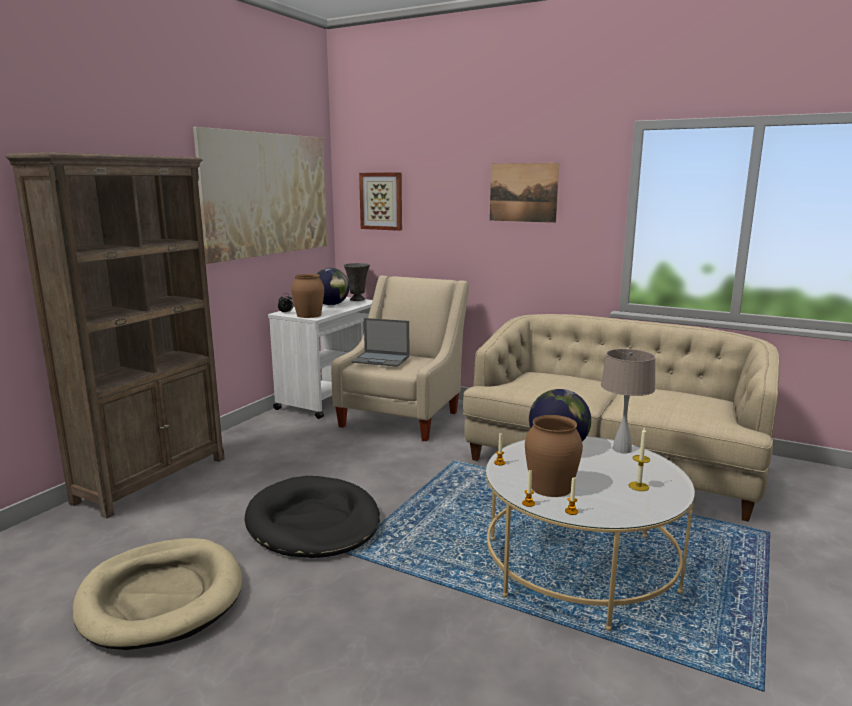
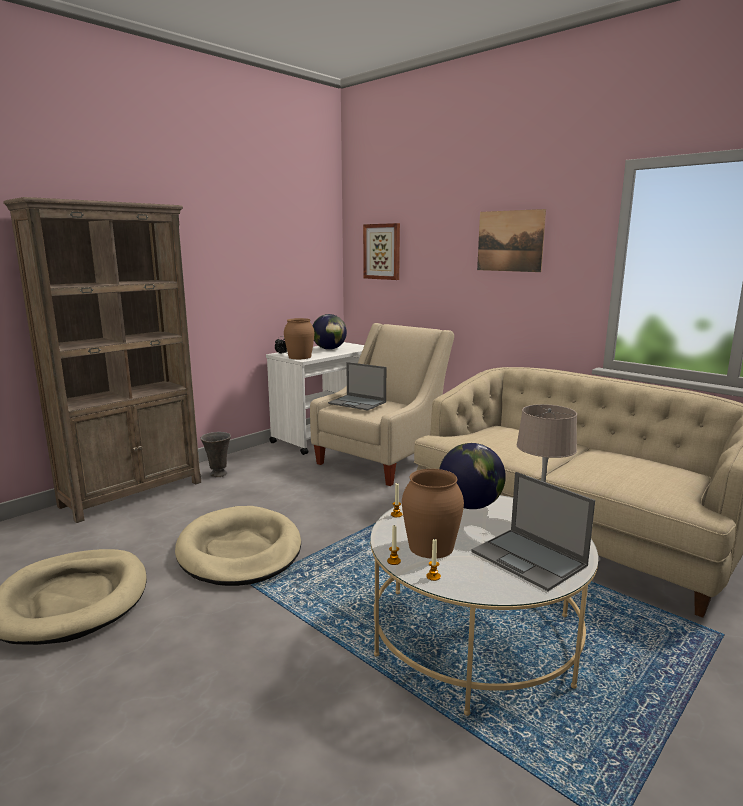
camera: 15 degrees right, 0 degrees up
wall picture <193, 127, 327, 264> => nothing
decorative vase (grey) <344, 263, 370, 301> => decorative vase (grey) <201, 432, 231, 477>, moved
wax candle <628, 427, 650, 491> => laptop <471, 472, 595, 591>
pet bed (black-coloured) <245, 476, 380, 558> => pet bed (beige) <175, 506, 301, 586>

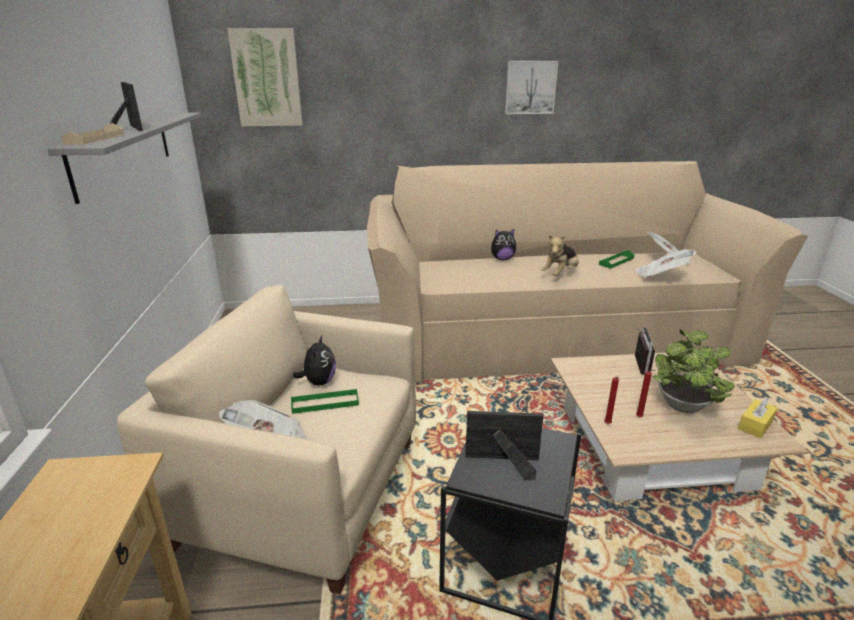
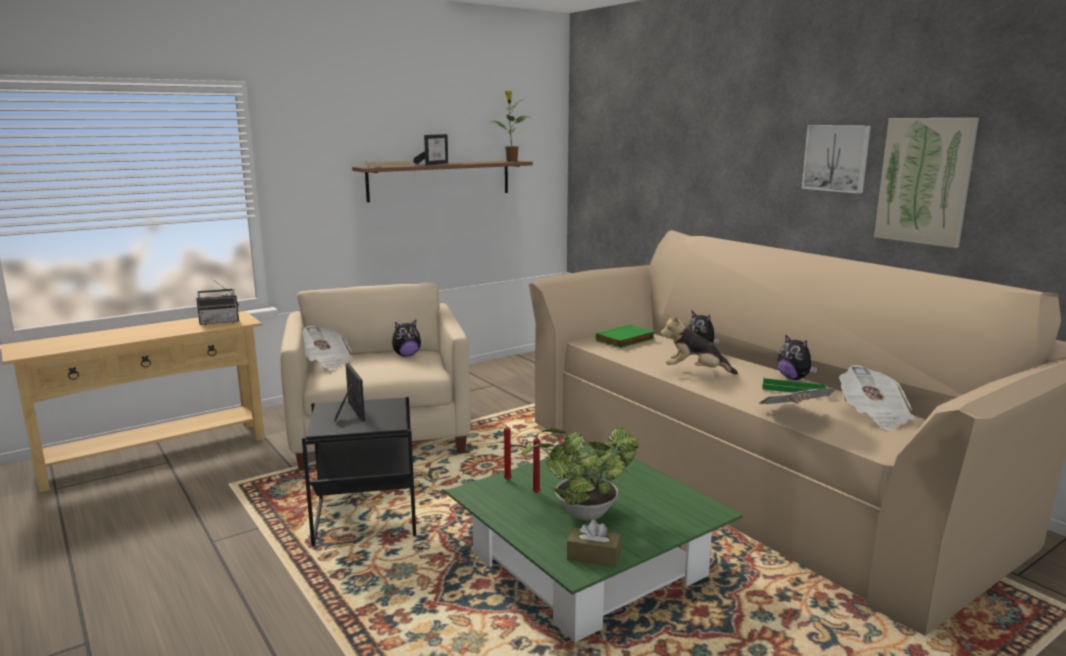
camera: 60 degrees right, 10 degrees down
carrying tray (green) <291, 389, 359, 414> => nothing
nothing => plant in a pot <491, 91, 530, 162>
nothing => volume (green) <596, 324, 655, 348>
nothing => cuddly toy <777, 334, 818, 380>
wall picture <227, 28, 303, 126> => wall picture <874, 118, 979, 248>, moved
radio set <635, 327, 655, 375> => radio set <196, 278, 239, 325>, moved
shelf (grey) <47, 112, 201, 204> => shelf (brown-coloured) <352, 161, 533, 202>
low table (beige) <551, 352, 809, 501> => low table (green) <446, 441, 743, 642>
tissue box (yellowish) <738, 397, 778, 438> => tissue box (brown-coloured) <567, 519, 621, 567>

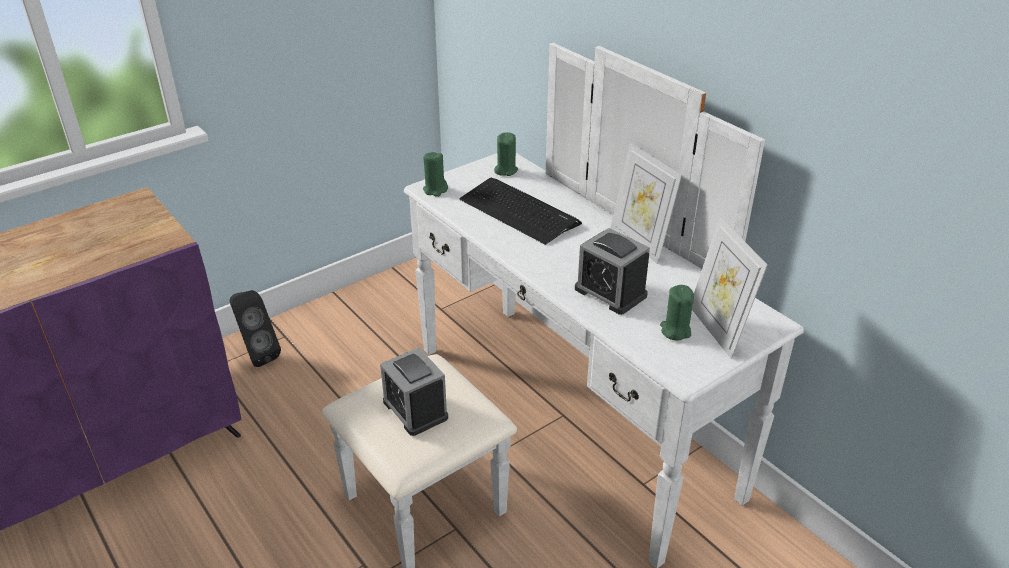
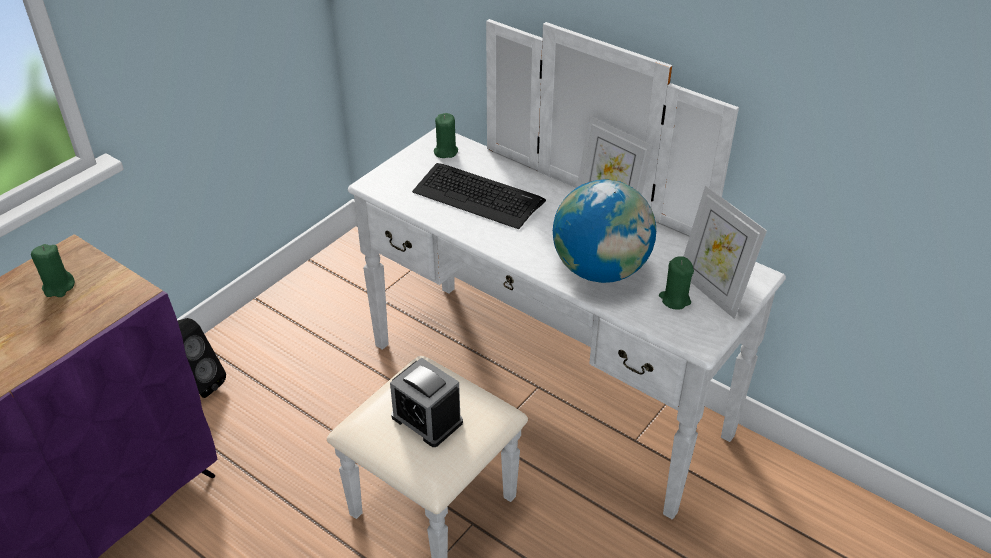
camera: 15 degrees left, 5 degrees up
wax candle (green) <423, 152, 448, 197> => wax candle (green) <31, 244, 75, 297>, moved
bedside clock <575, 228, 650, 315> => globe <553, 179, 656, 283>

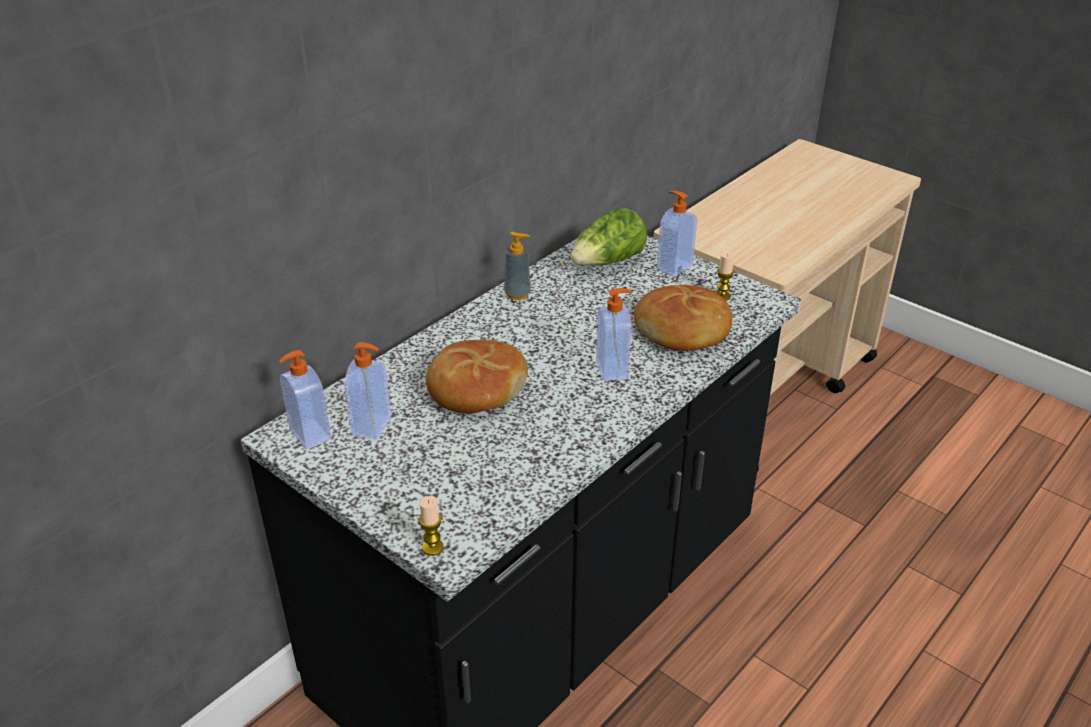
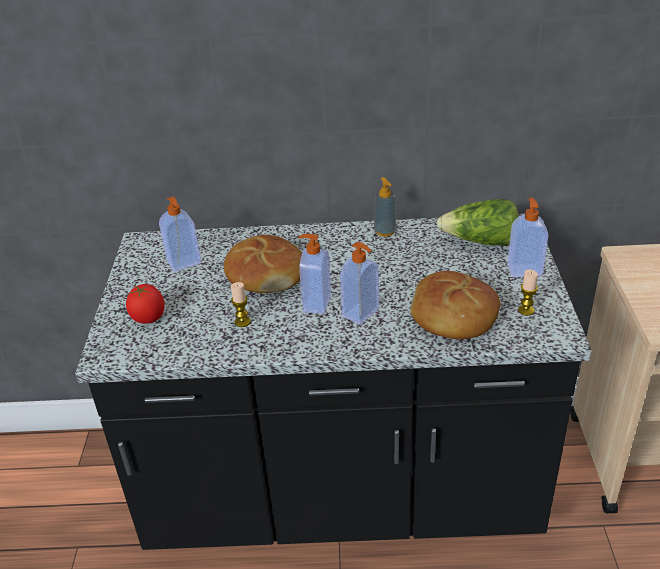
camera: 50 degrees right, 0 degrees up
nothing => tomato <126, 284, 165, 324>
soap dispenser <279, 350, 331, 450> => soap dispenser <298, 234, 331, 314>, moved
wax candle <419, 496, 444, 556> => wax candle <231, 282, 251, 327>, moved

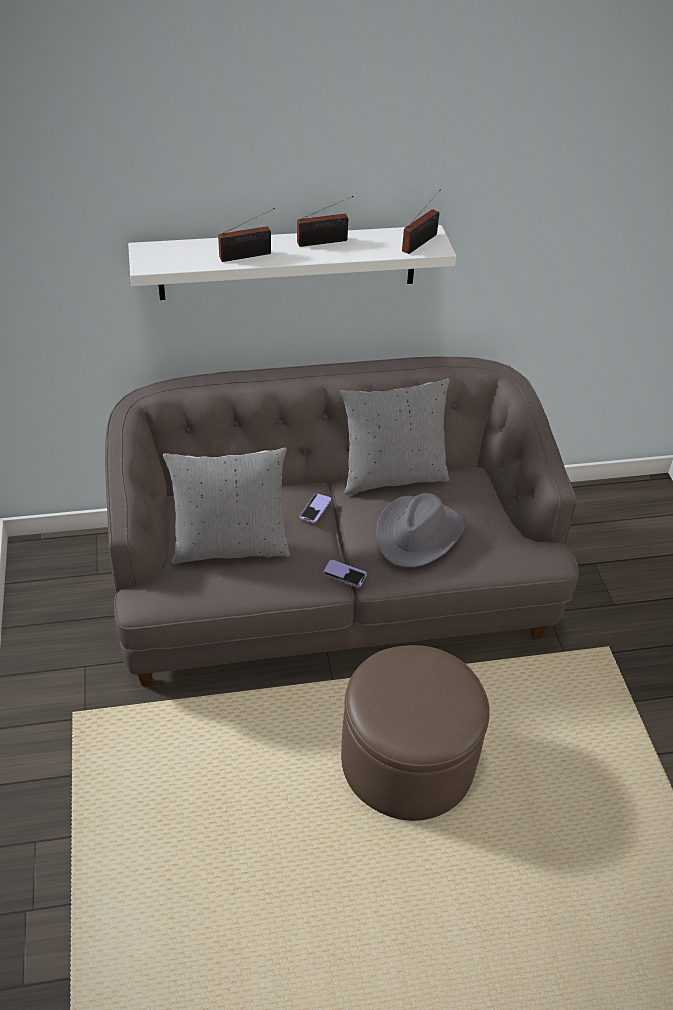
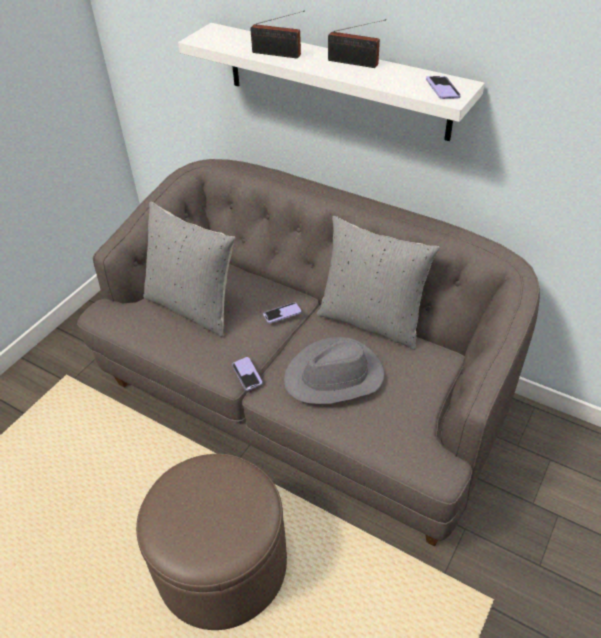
camera: 45 degrees right, 0 degrees up
radio set <402, 190, 440, 254> => phone <426, 76, 461, 99>

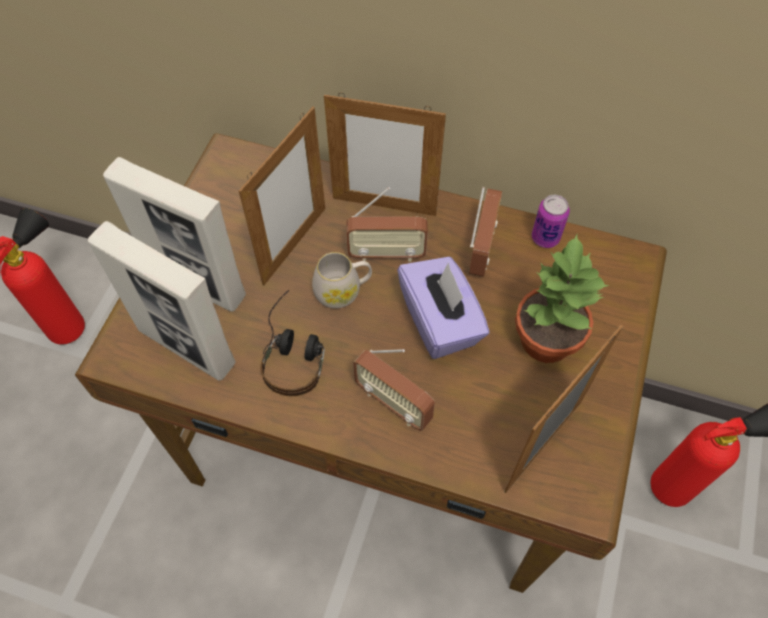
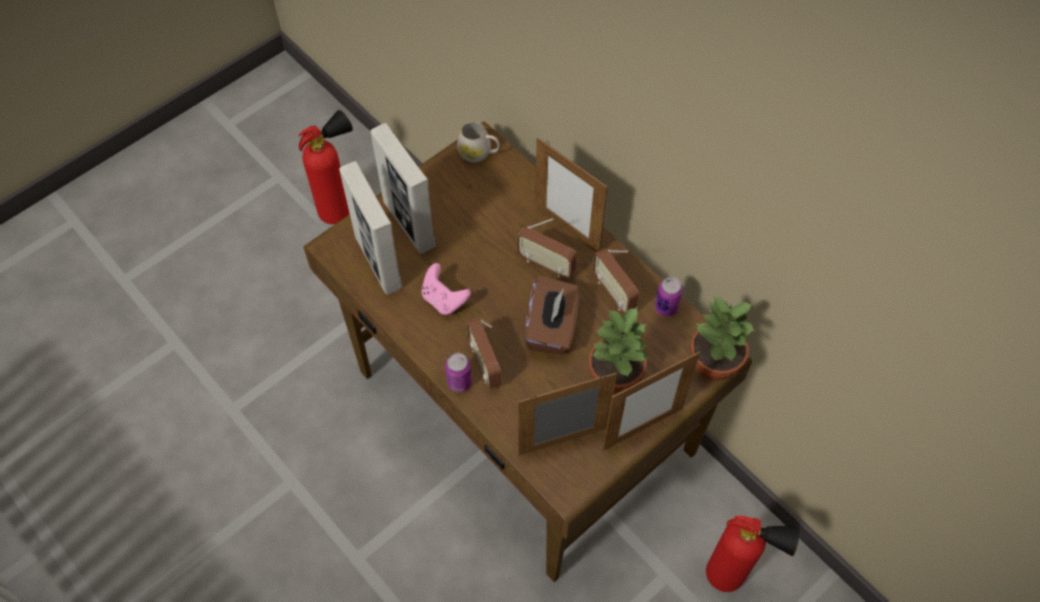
camera: 30 degrees right, 0 degrees up
nothing => can <445, 353, 472, 392>
nothing => plant in a pot <690, 295, 756, 381>
picture frame <239, 107, 325, 285> => picture frame <603, 351, 700, 450>, moved
mug (whitish) <312, 252, 372, 308> => mug (whitish) <457, 121, 500, 163>, moved
headset <260, 290, 325, 396> => joypad (pink-coloured) <422, 263, 471, 315>
tissue box (purplish) <397, 257, 489, 359> => tissue box (brown-coloured) <524, 275, 579, 355>
radio set <469, 187, 502, 277> => radio set <593, 249, 639, 314>, 105 degrees clockwise

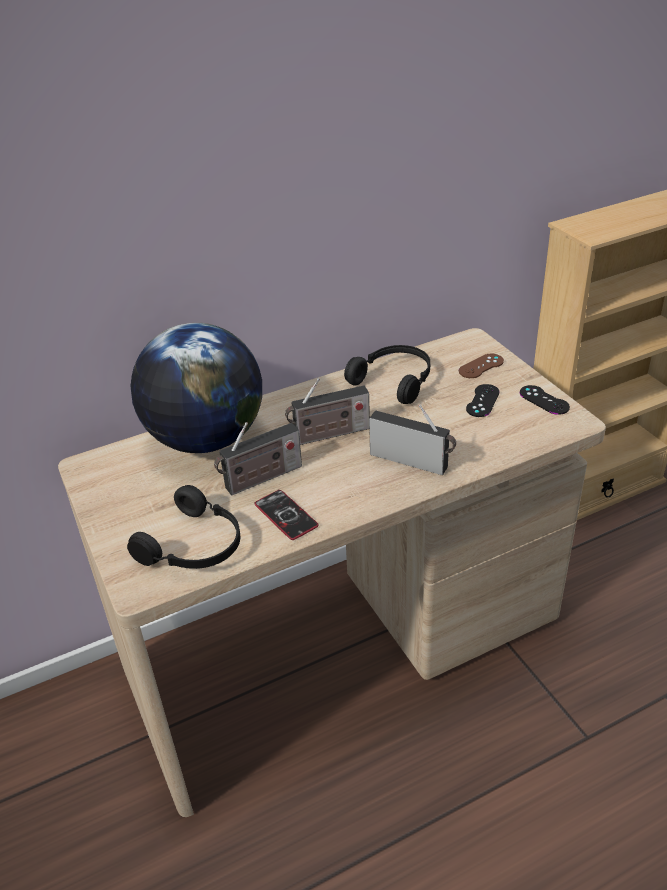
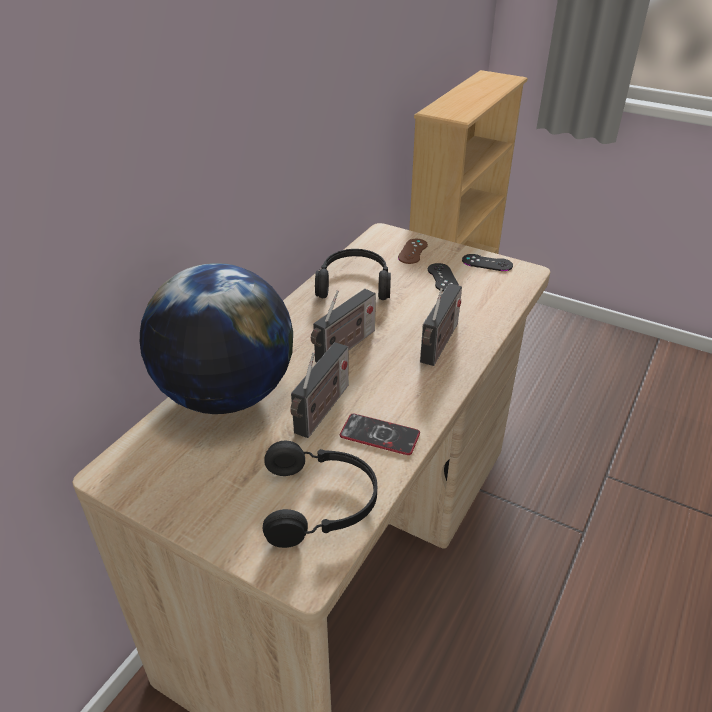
camera: 35 degrees left, 0 degrees up
radio set <369, 404, 456, 475> => radio set <420, 283, 462, 366>, 120 degrees clockwise

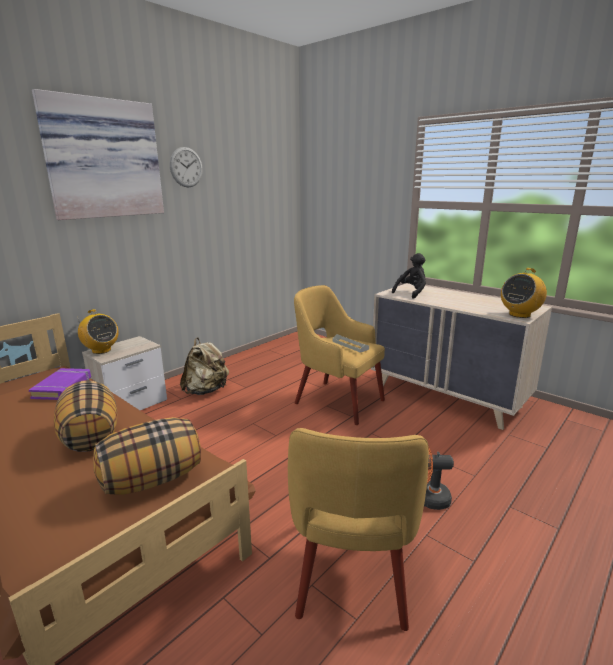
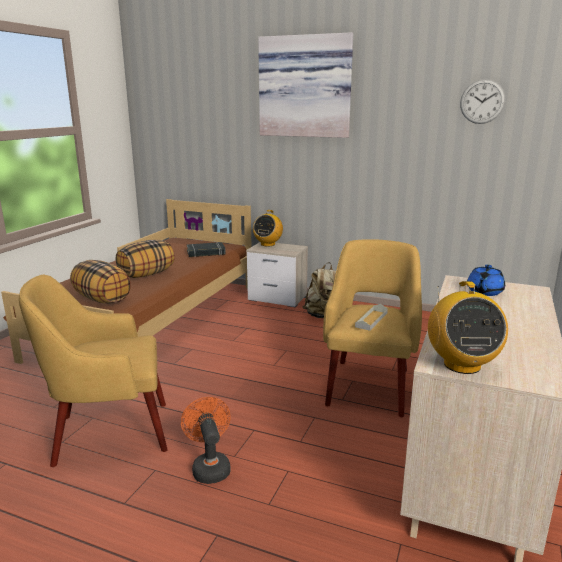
camera: 70 degrees right, 0 degrees up
clock on the wall <170, 147, 203, 187> => clock on the wall <460, 79, 505, 124>, moved
cuddly toy (black-coloured) <392, 253, 426, 299> => pot for tea (blue-coloured) <467, 265, 505, 296>
volume (purplish) <29, 368, 91, 400> => volume (black-coloured) <187, 242, 226, 257>
radio set <501, 268, 547, 318> => radio set <428, 281, 508, 374>, 120 degrees counterclockwise

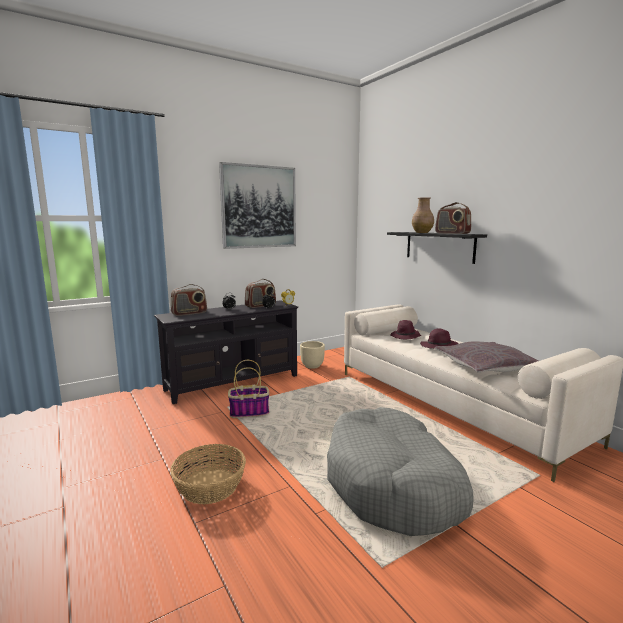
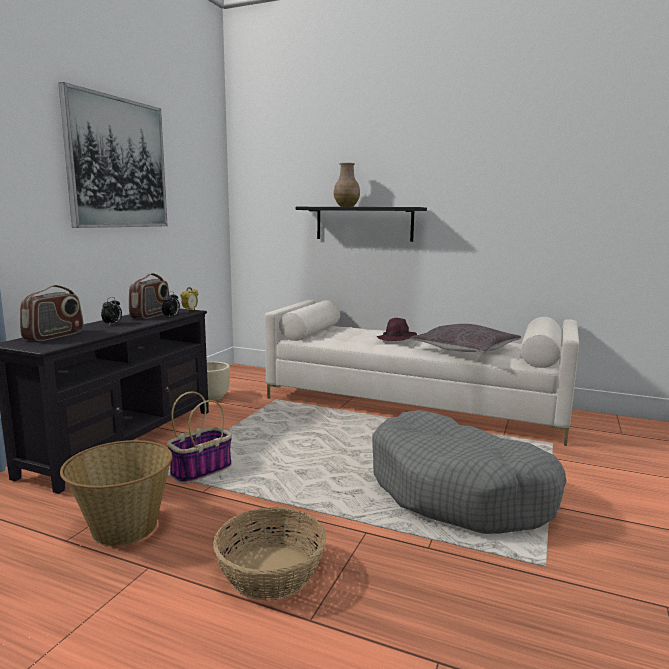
camera: 35 degrees left, 0 degrees up
wearable hat (purplish) <390, 320, 422, 339> => nothing
radio set <435, 202, 471, 234> => nothing
nothing => storage basket <60, 440, 173, 546>

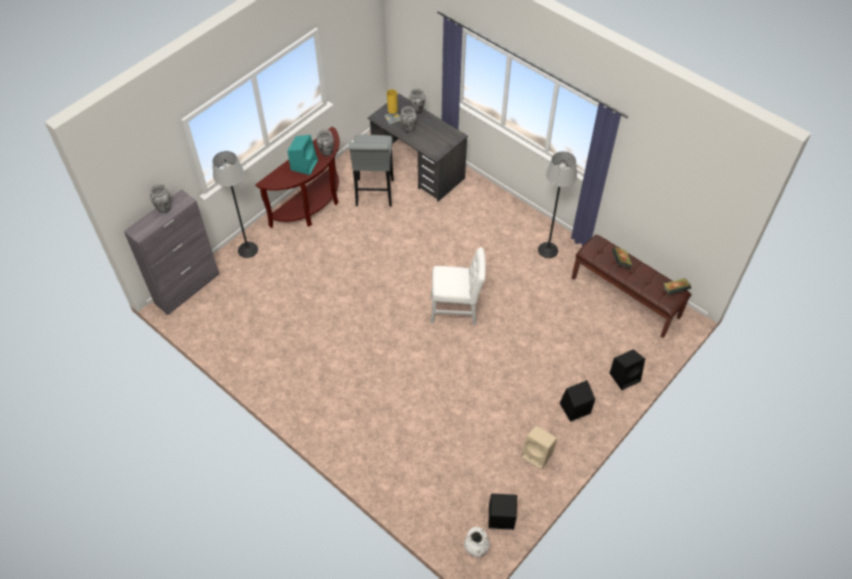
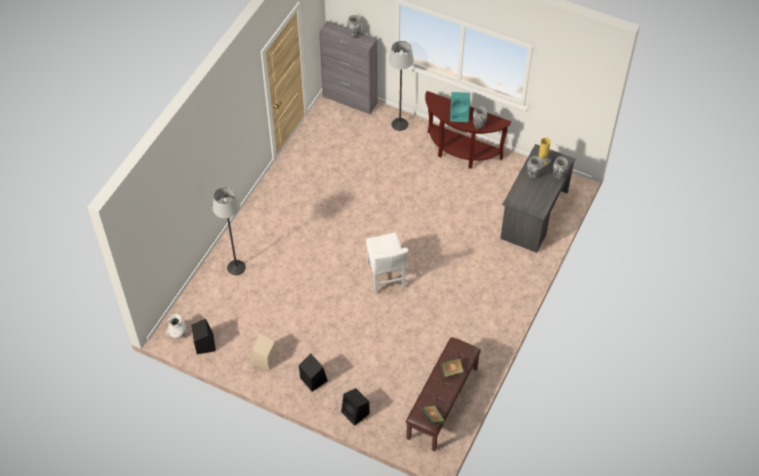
camera: 75 degrees right, 0 degrees up
stool (grey) <349, 135, 394, 207> => nothing
standing lamp <538, 151, 577, 258> => standing lamp <213, 187, 246, 275>, moved

